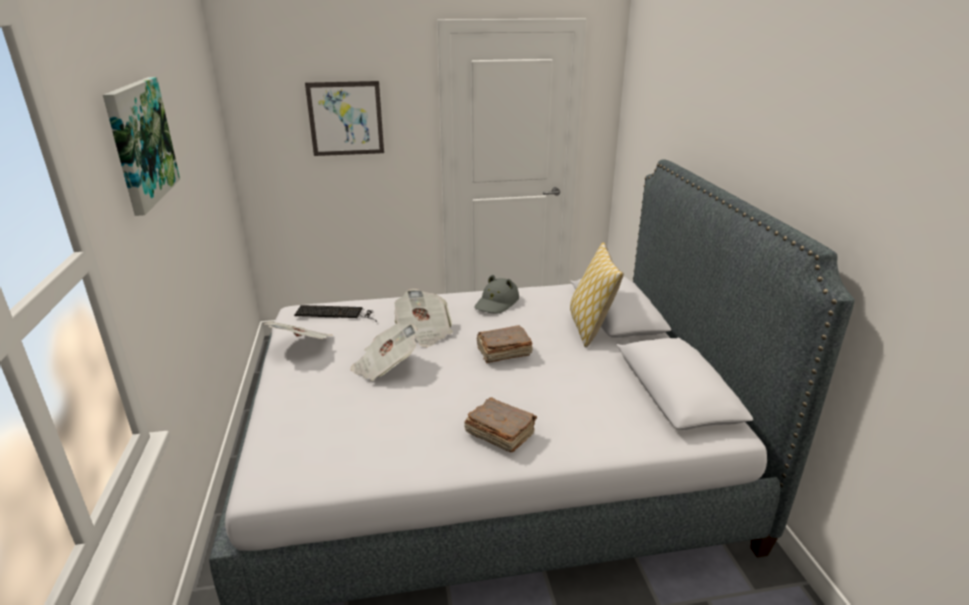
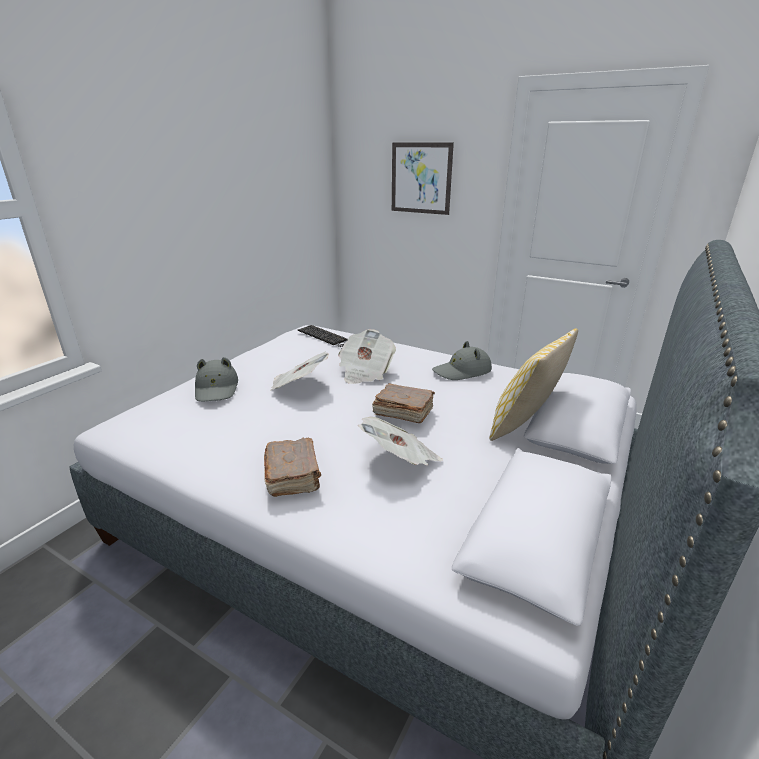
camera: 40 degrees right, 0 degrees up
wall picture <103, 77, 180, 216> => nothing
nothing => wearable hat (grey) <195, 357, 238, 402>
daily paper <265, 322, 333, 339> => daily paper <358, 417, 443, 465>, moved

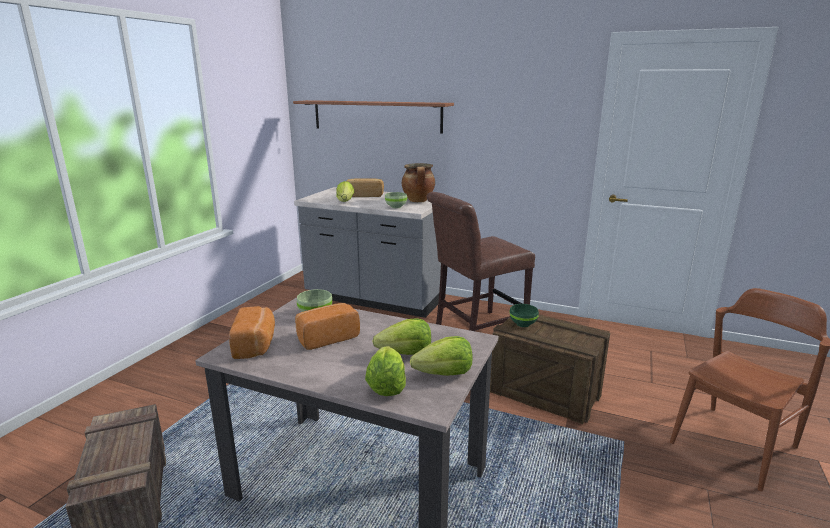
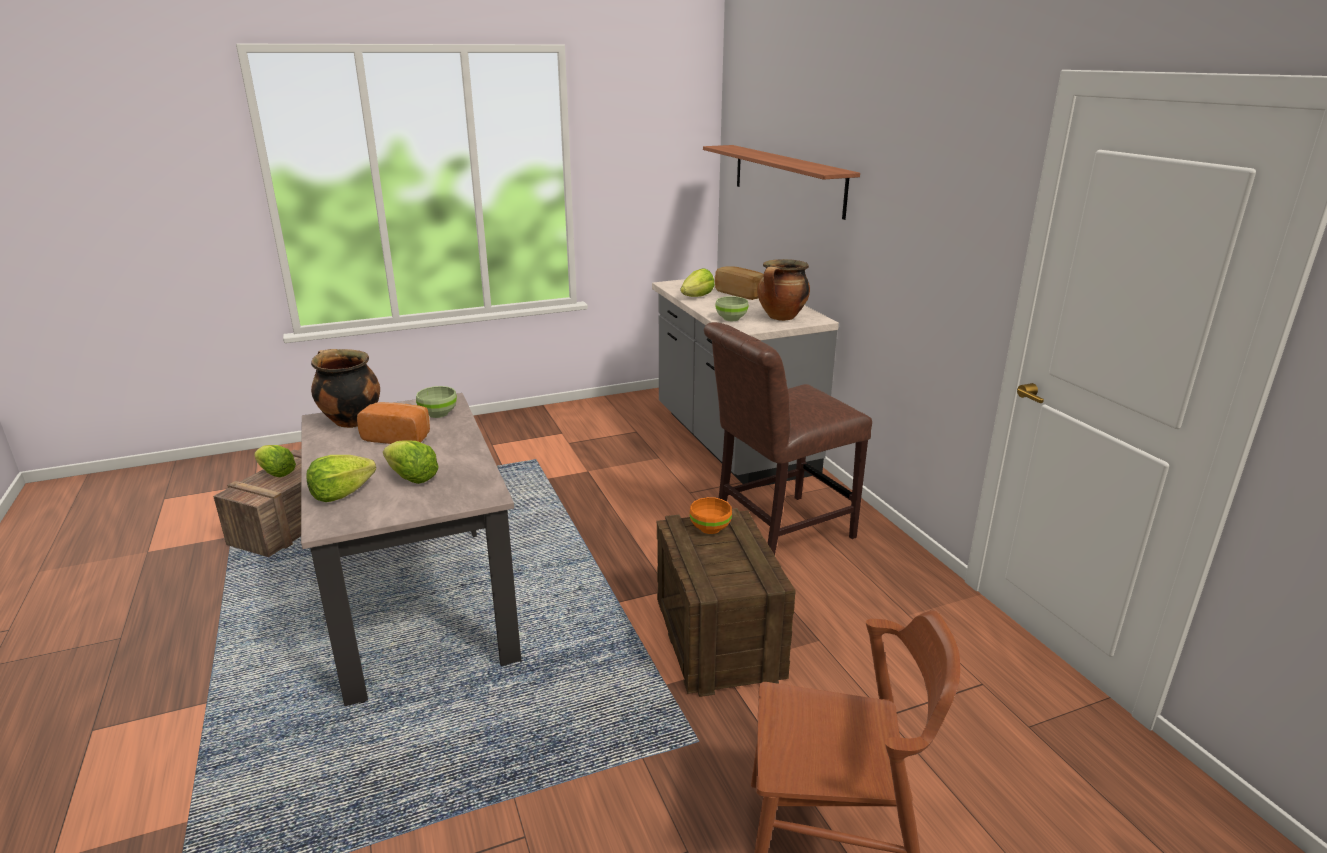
camera: 45 degrees right, 5 degrees up
lettuce <410, 336, 473, 376> => lettuce <254, 445, 296, 477>, moved
bakery bread <229, 306, 275, 359> => stockpot <311, 349, 380, 428>
bowl (green) <510, 304, 539, 327> => bowl (orange-coloured) <690, 497, 732, 534>
chair (brown-coloured) <426, 192, 535, 331> => chair (brown-coloured) <704, 322, 872, 555>, 45 degrees counterclockwise

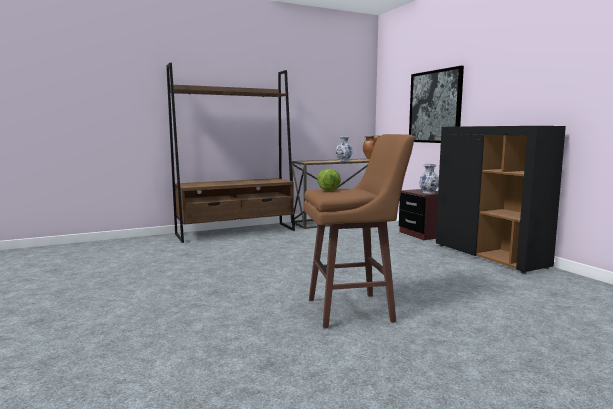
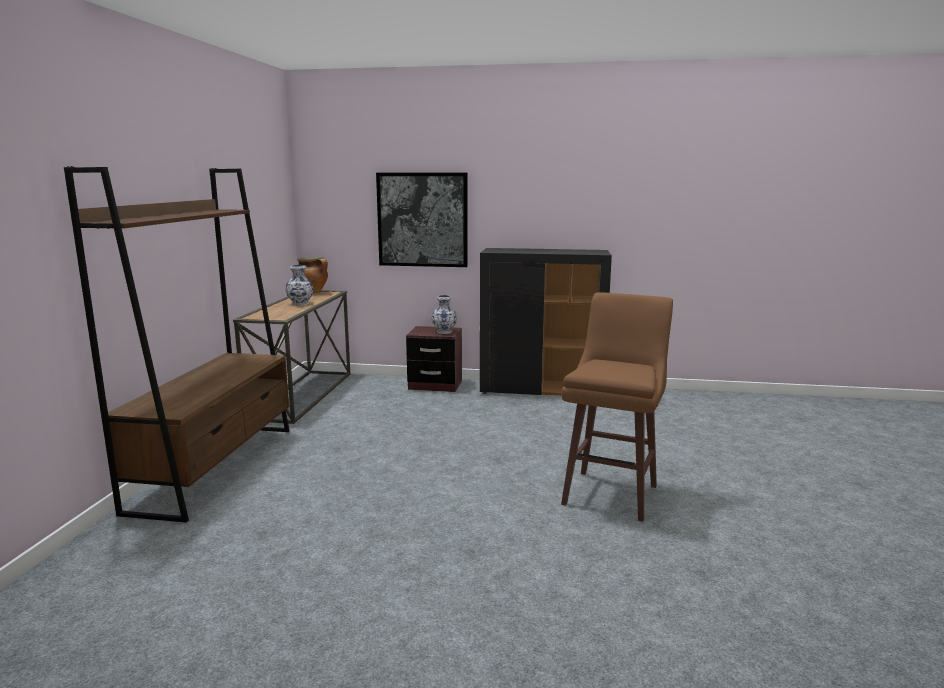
camera: 55 degrees left, 5 degrees up
lettuce <317, 168, 341, 191> => nothing

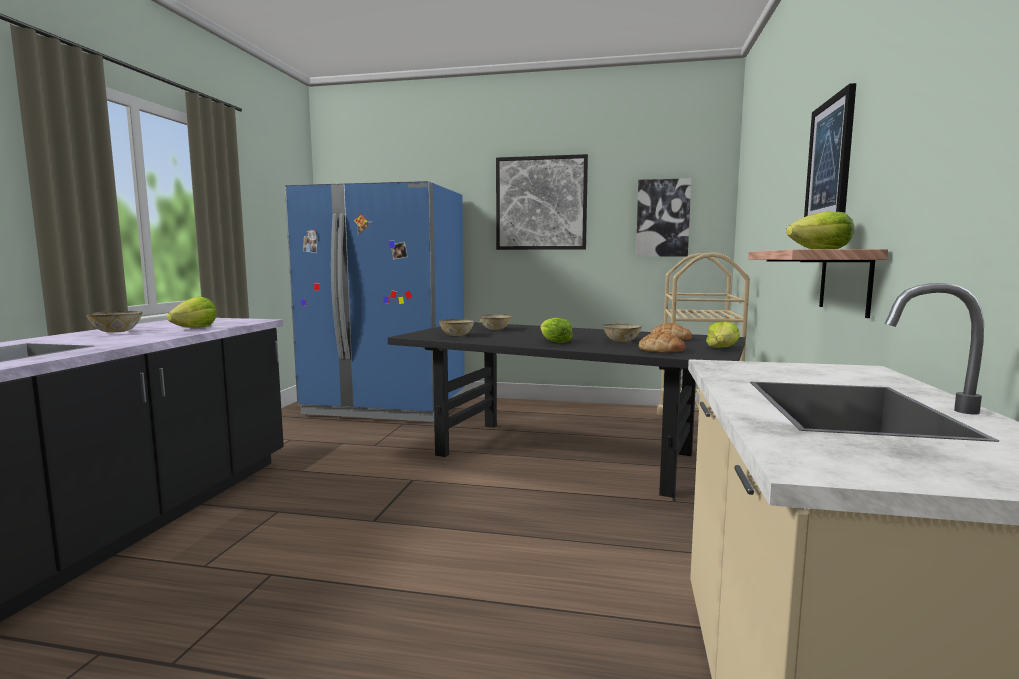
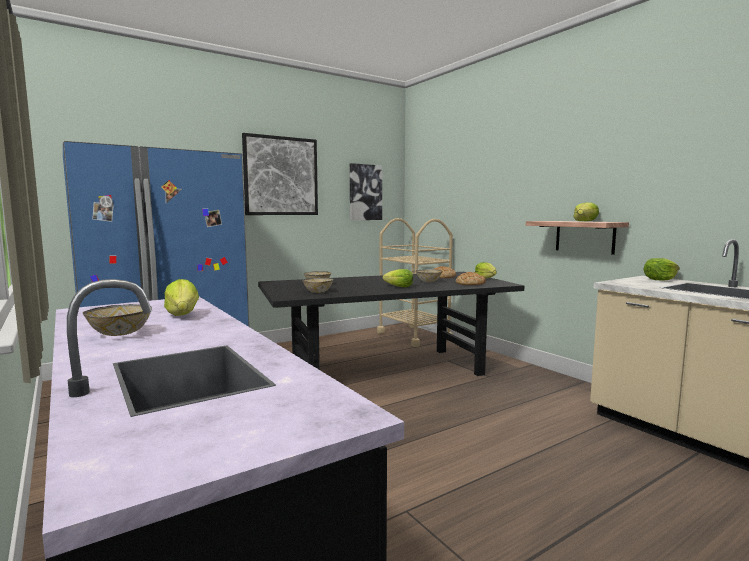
camera: 45 degrees left, 0 degrees up
wall picture <804, 83, 856, 217> => nothing
nothing => lettuce <643, 258, 680, 280>

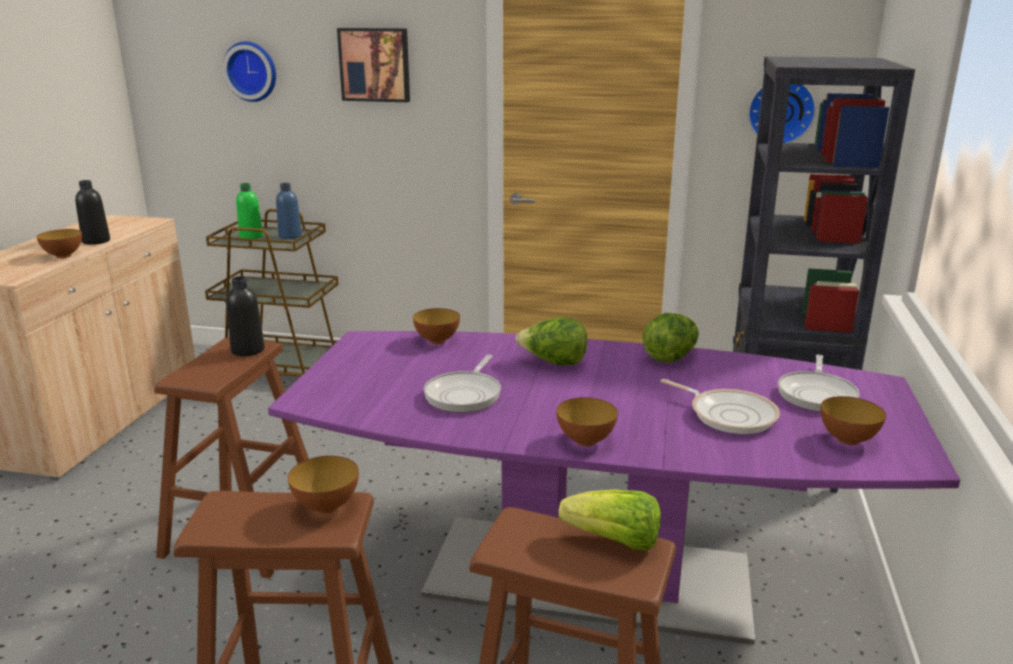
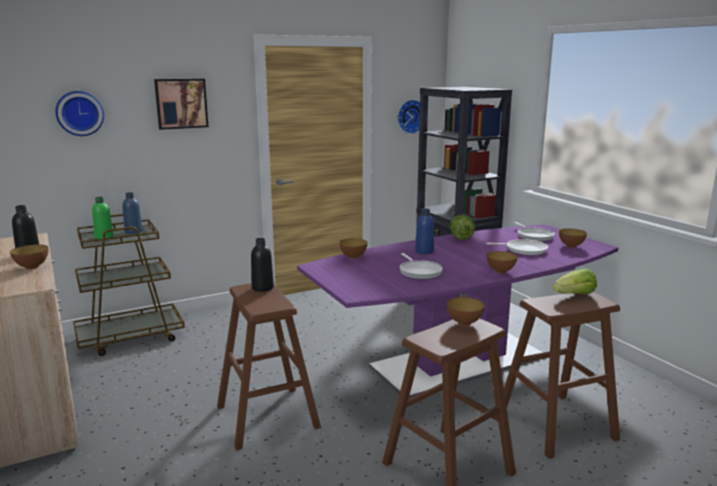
camera: 40 degrees left, 5 degrees down
lettuce <516, 317, 587, 365> => beverage bottle (blue-coloured) <415, 209, 434, 254>

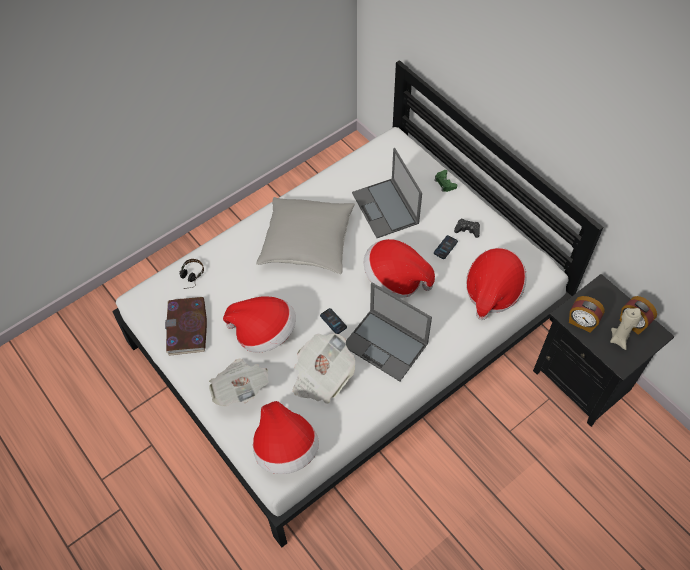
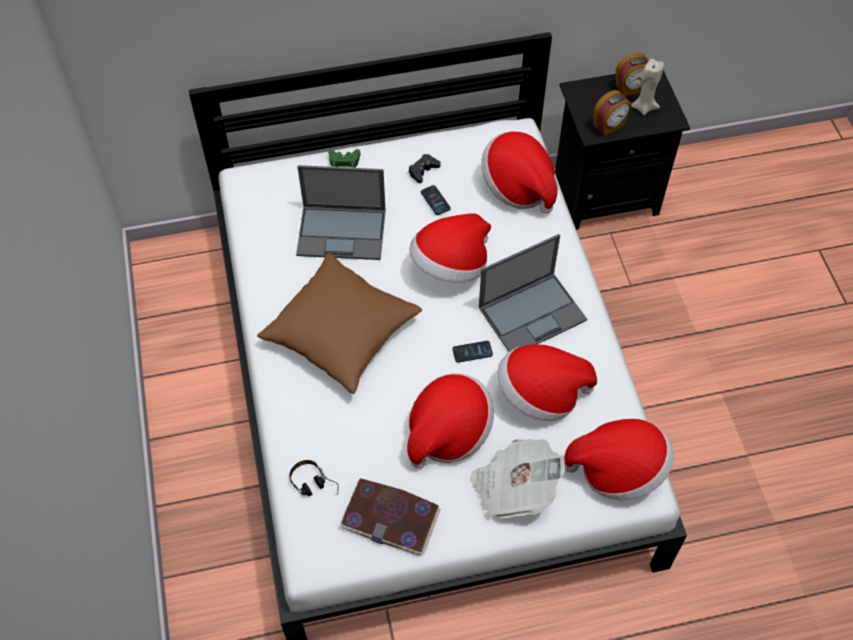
camera: 65 degrees left, 0 degrees up
daily paper <293, 333, 355, 403> => wearable hat <497, 344, 597, 421>
pillow (grey) <256, 197, 355, 274> => pillow (brown-coloured) <257, 253, 422, 394>

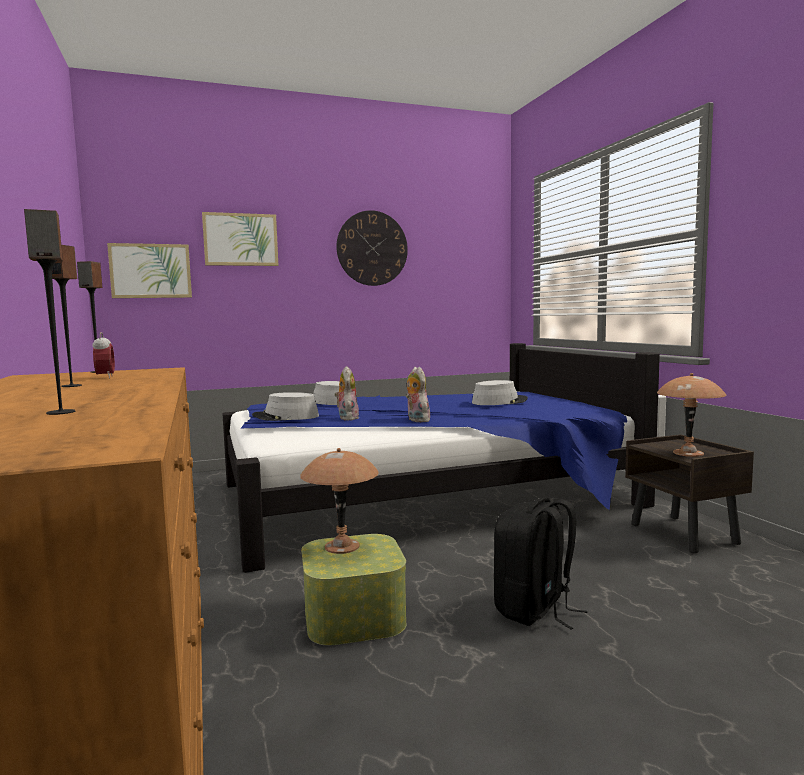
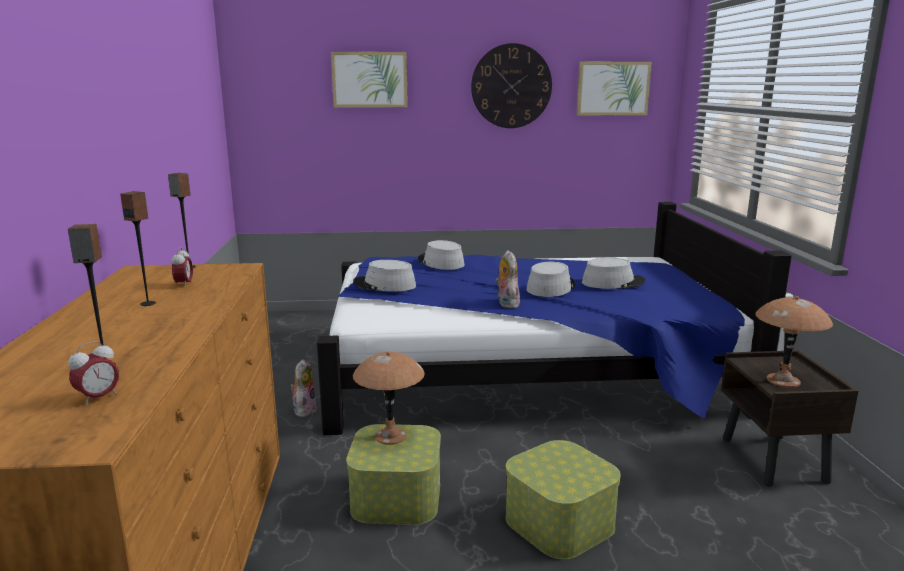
camera: 15 degrees right, 10 degrees up
nothing => bedside clock <68, 341, 119, 406>
nothing => wearable hat (grey) <526, 262, 575, 297>
wall picture <107, 243, 192, 298> => wall picture <576, 62, 652, 116>, moved
cuddly toy <334, 366, 359, 421> => cuddly toy <290, 359, 317, 417>, moved
knapsack (black-coloured) <494, 498, 588, 629> => storage container <505, 440, 621, 559>

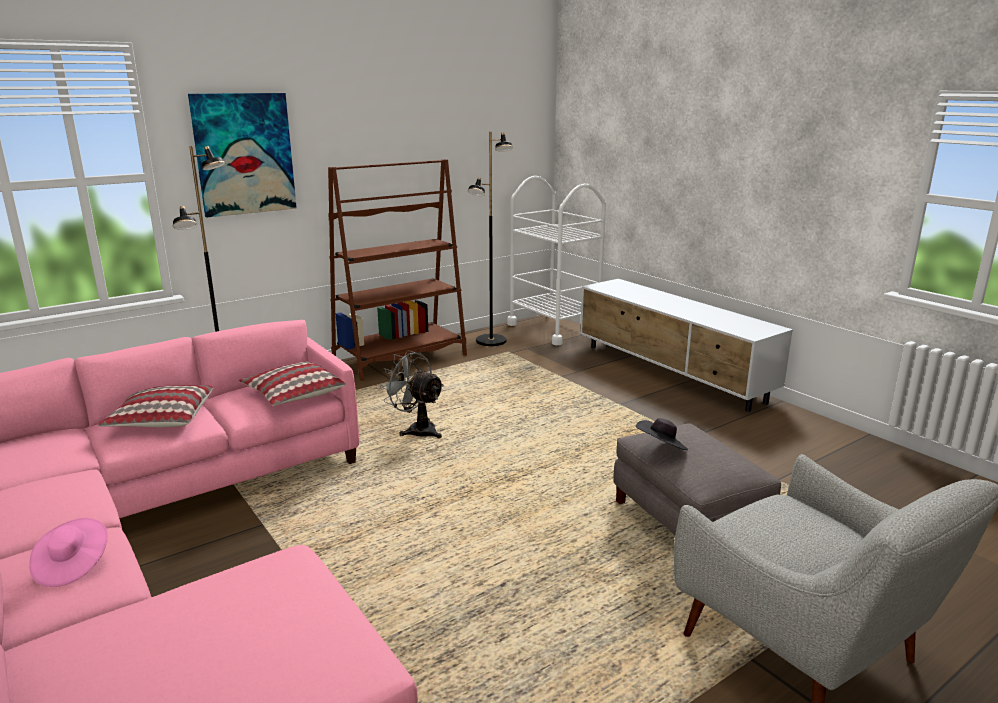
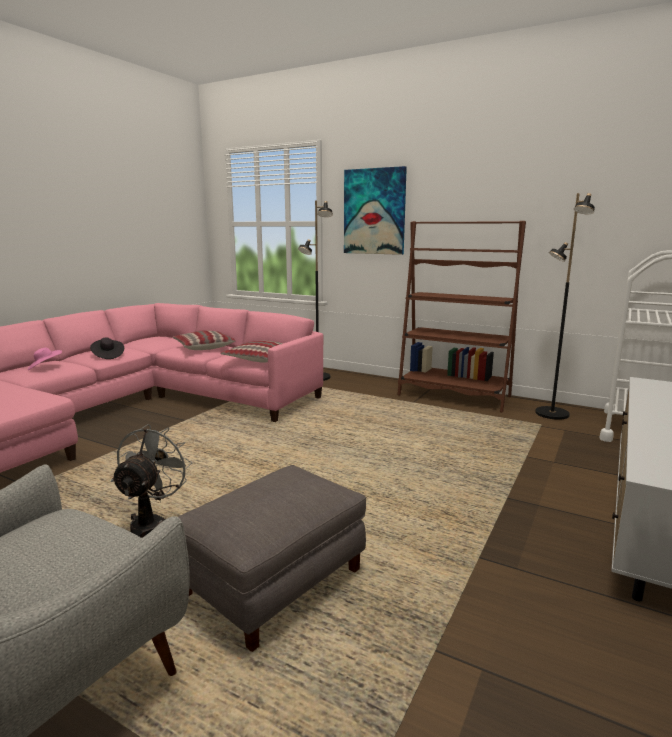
camera: 65 degrees right, 5 degrees down
electric fan (grey) <380, 350, 444, 438> => electric fan (grey) <111, 424, 192, 538>, moved
wearable hat (black-coloured) <636, 418, 688, 450> => wearable hat (black-coloured) <90, 337, 124, 359>, moved

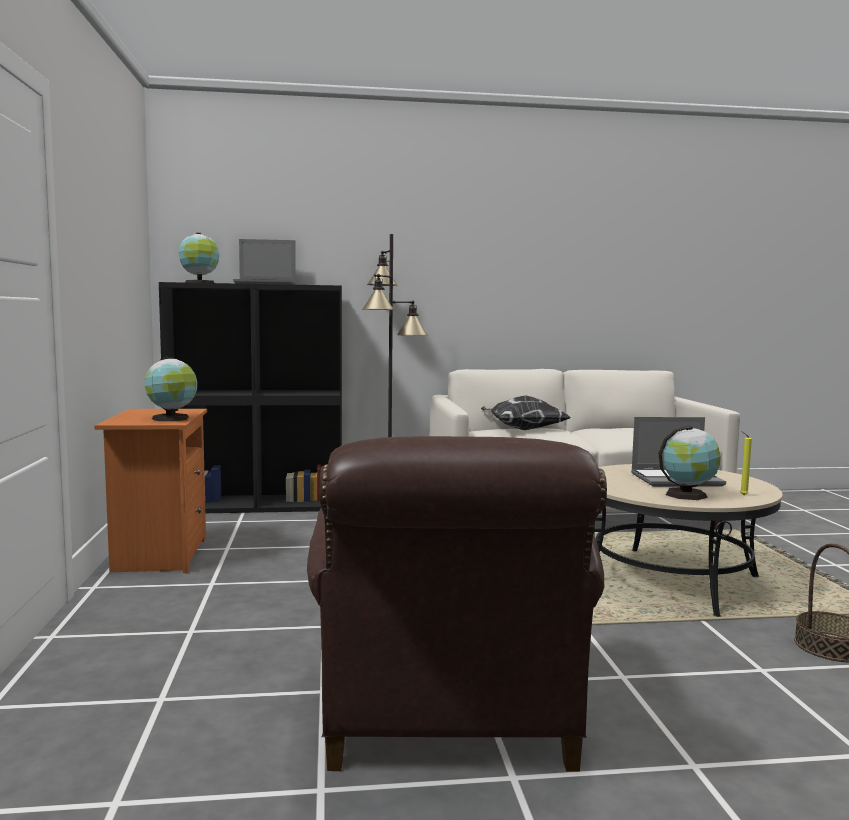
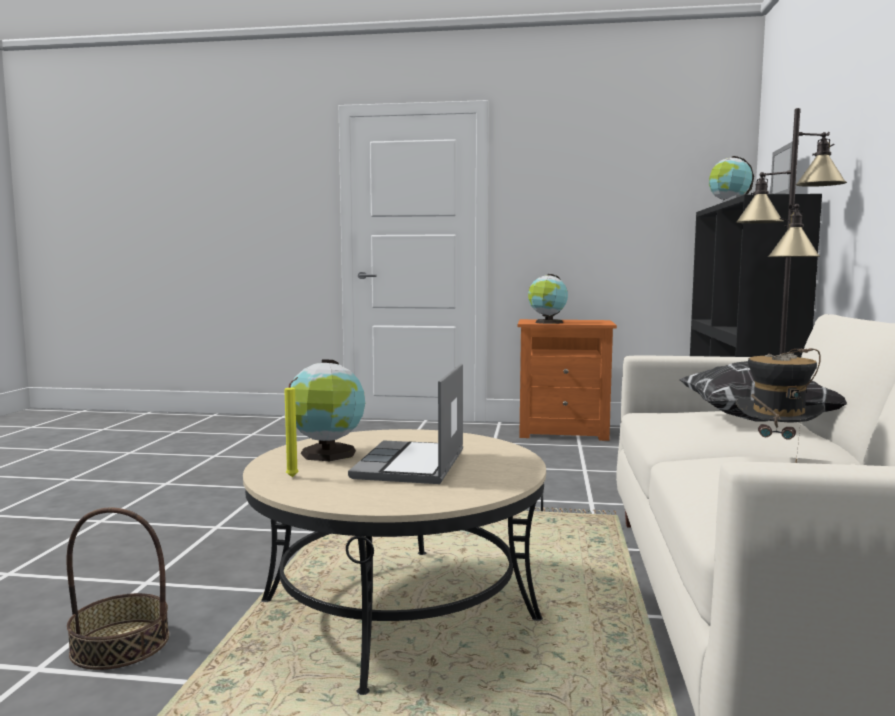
camera: 105 degrees right, 0 degrees up
armchair (brown-coloured) <307, 436, 607, 772> => nothing
nothing => wearable hat <736, 348, 825, 463>

